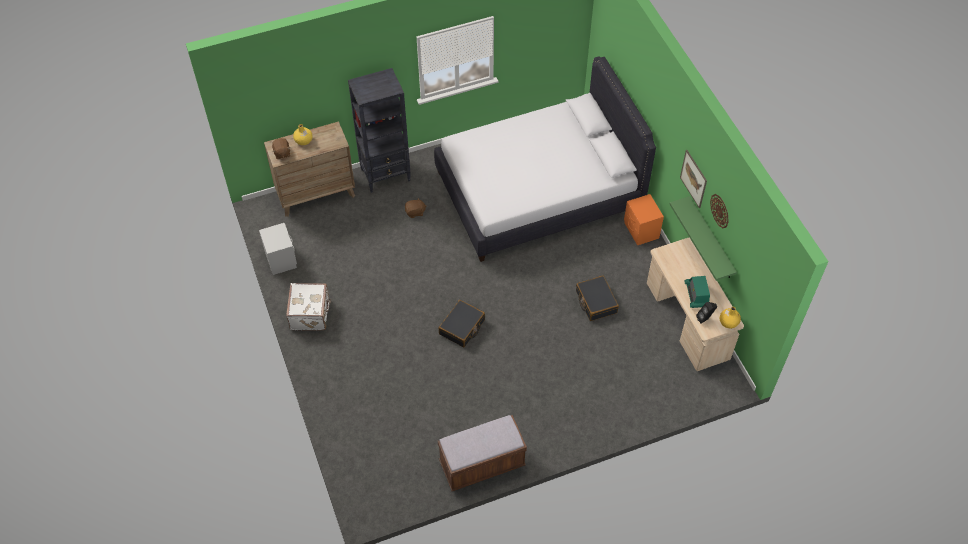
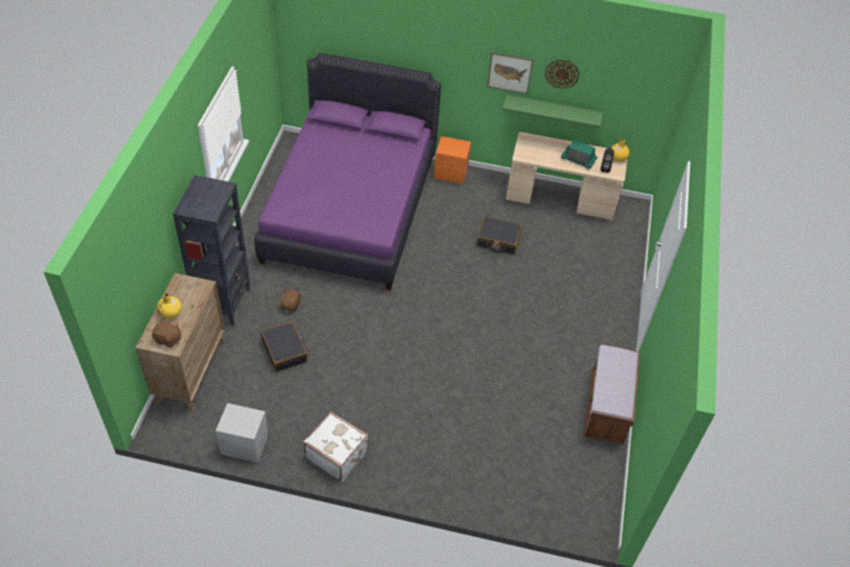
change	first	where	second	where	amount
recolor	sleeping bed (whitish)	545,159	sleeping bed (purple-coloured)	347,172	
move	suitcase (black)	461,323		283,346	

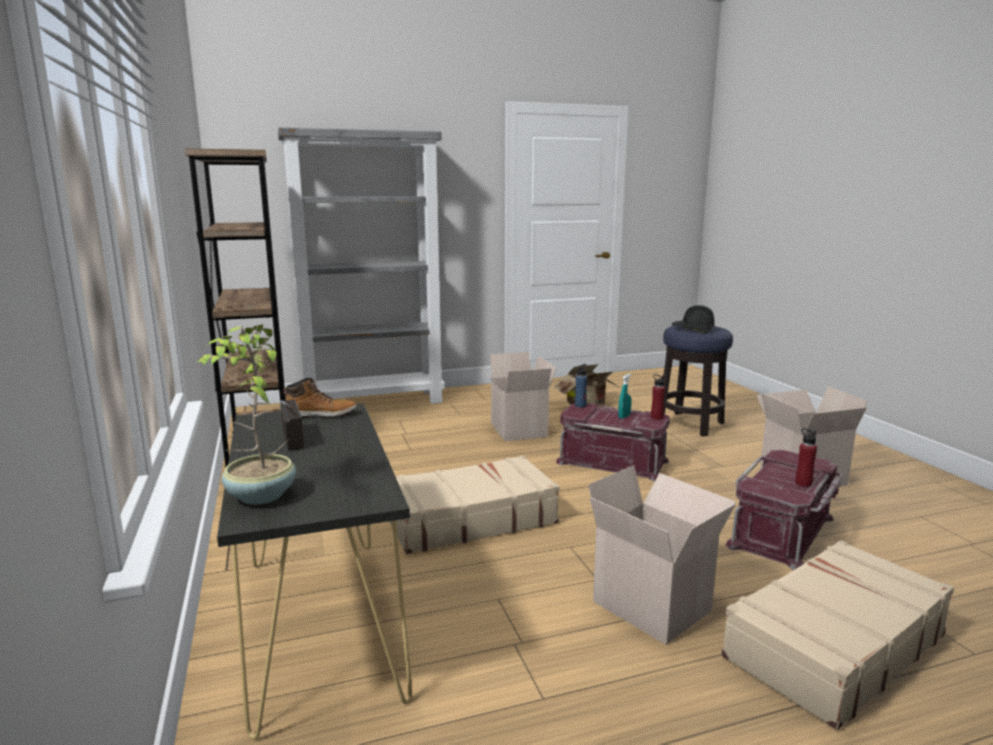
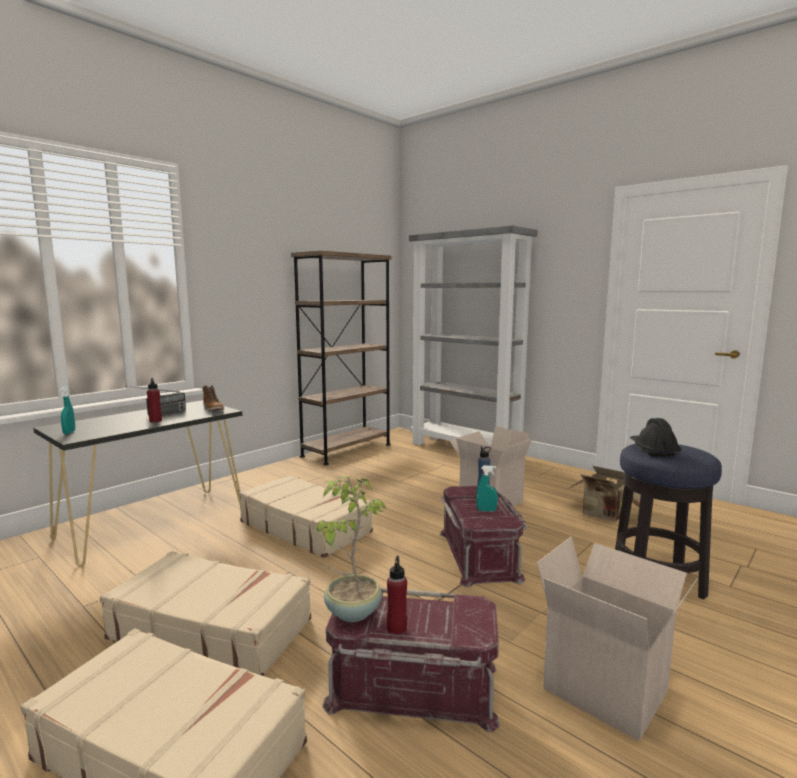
change	first	where	second	where	amount
move	plant in a pot	246,414		352,549	
move	bottle (red)	658,397		154,400	
replace	packing box	662,555	suitcase (beige-coloured)	205,613	
insert			sprayer (turquoise)	67,410	

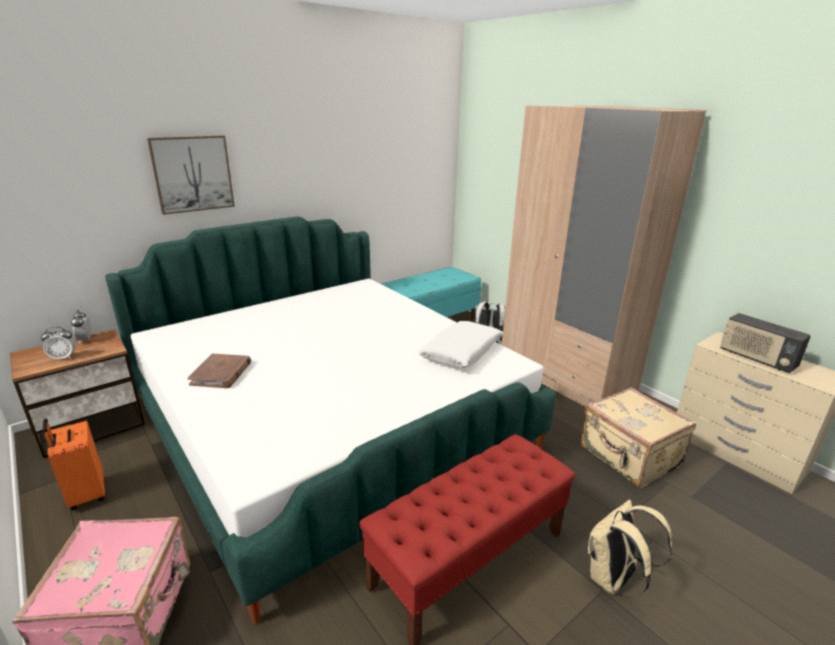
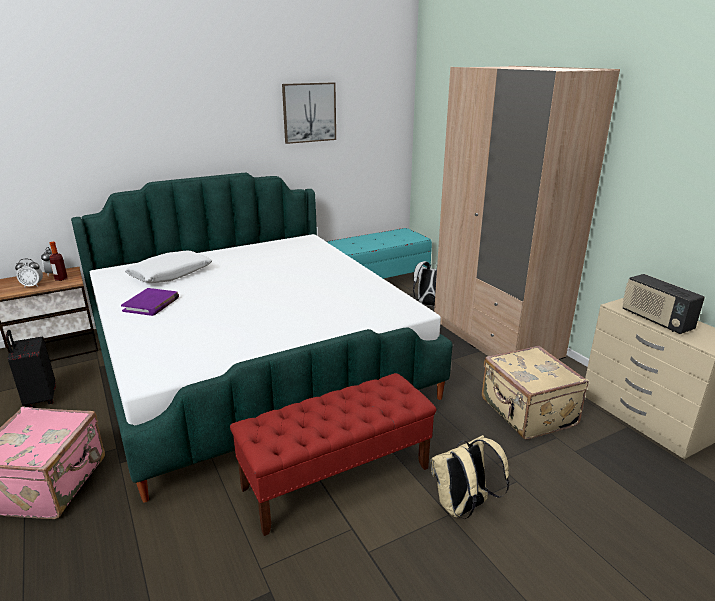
change	first	where	second	where	amount
move	wall picture	191,175		309,113	
move	throw pillow (whitish)	461,344		168,267	
recolor	book (brown-coloured)	219,370	book (purple-coloured)	150,302	
recolor	suitcase (orange-coloured)	74,464	suitcase (black)	30,369	
insert			bottle	58,261	

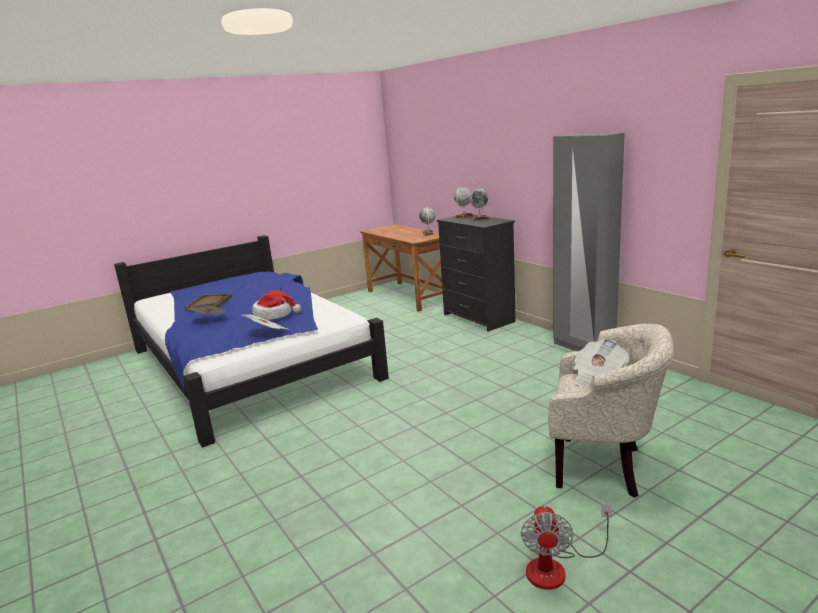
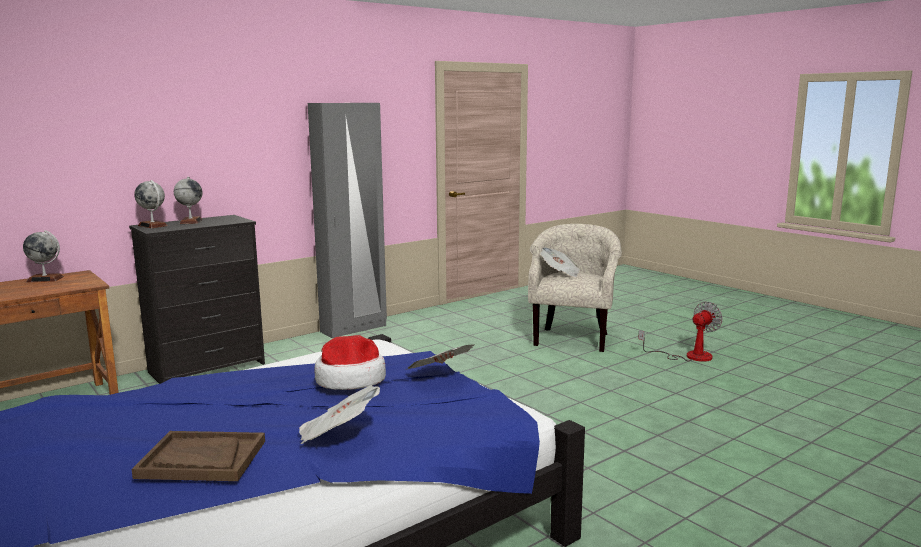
change	first	where	second	where	amount
rotate	electric fan	566,547		680,332	45 degrees counterclockwise

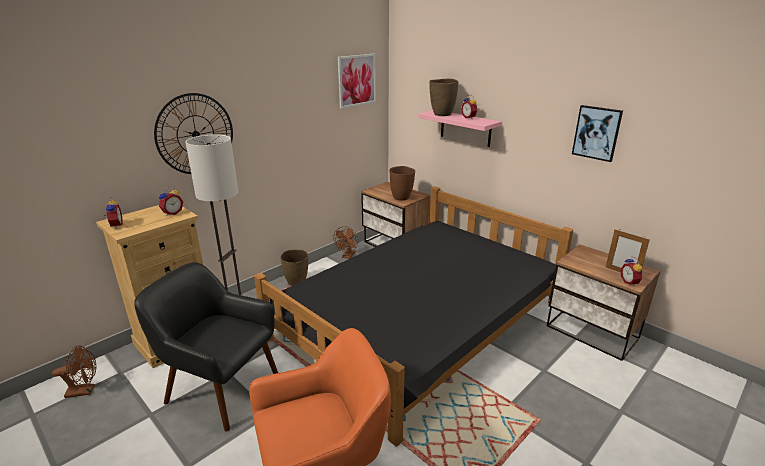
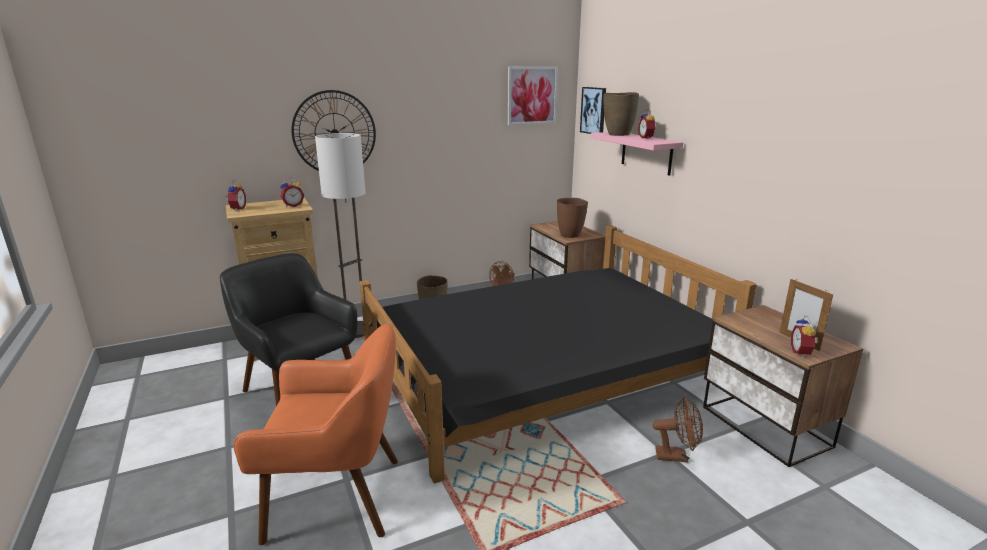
change	first	where	second	where	amount
move	wall picture	597,133		593,110	
move	electric fan (brown-coloured)	74,372		678,430	

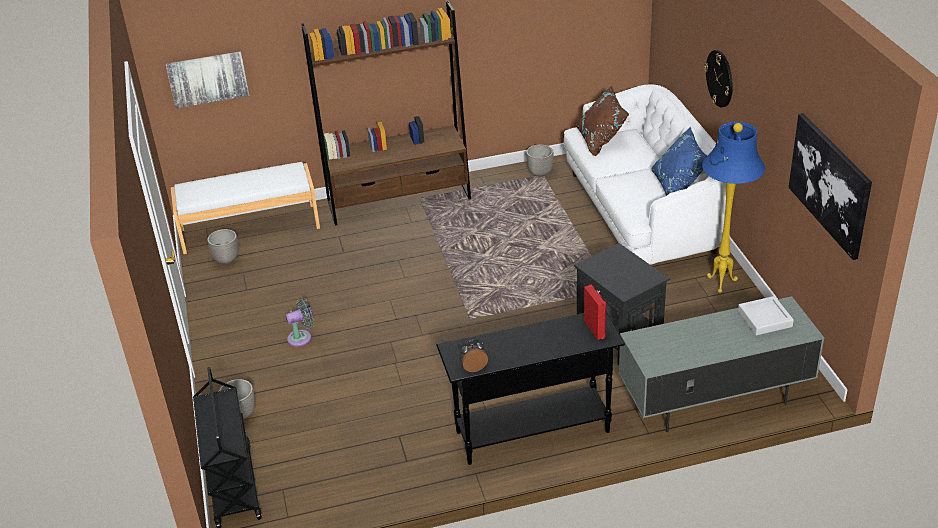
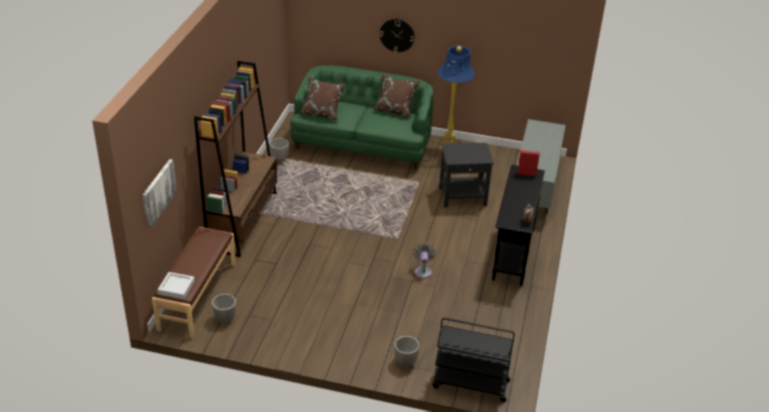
change	first	where	second	where	amount
recolor	sofa (whitish)	645,174	sofa (greenish)	362,117	
delete	wall picture	830,186			
recolor	throw pillow (blue-coloured)	679,161	throw pillow (brown-coloured)	396,95	
recolor	long seat (whitish)	245,208	long seat (brown-coloured)	194,282	
move	serving tray (grey)	766,315		176,285	
move	electric fan (grey)	300,322		424,260	

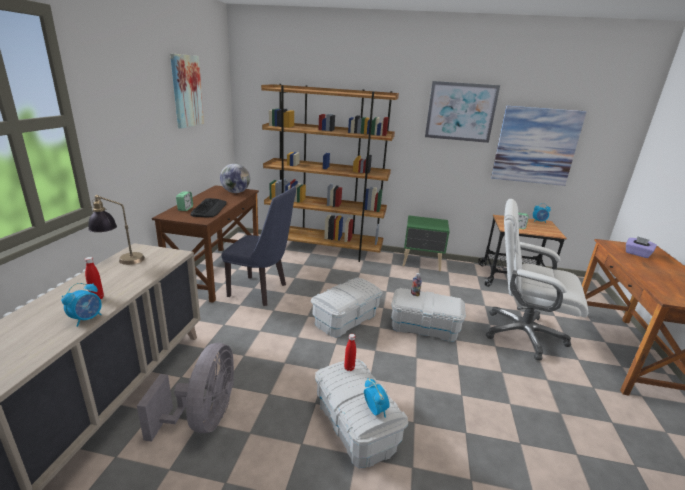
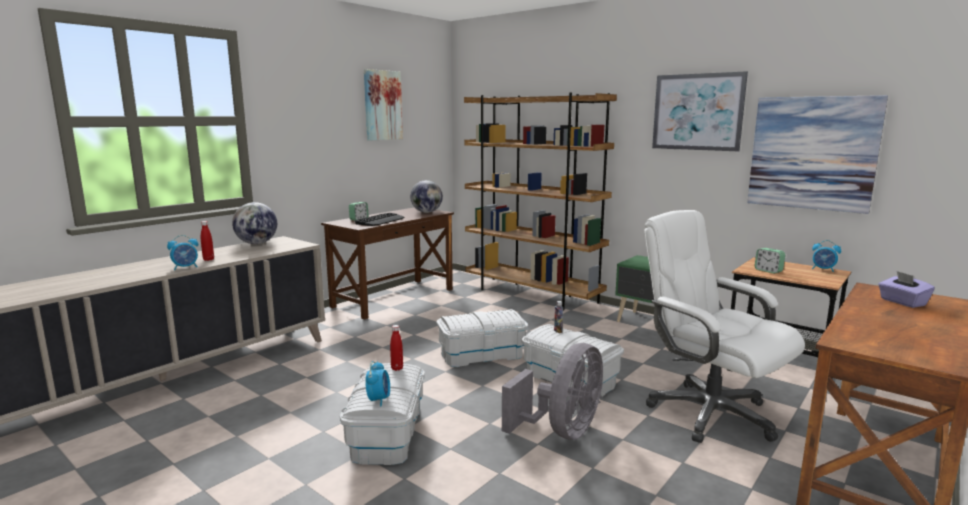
change	first	where	second	where	amount
delete	upright chair (blue-coloured)	259,246			
replace	lamp for a table	116,230	world globe	254,223	
move	electric fan (grey)	185,392		552,391	

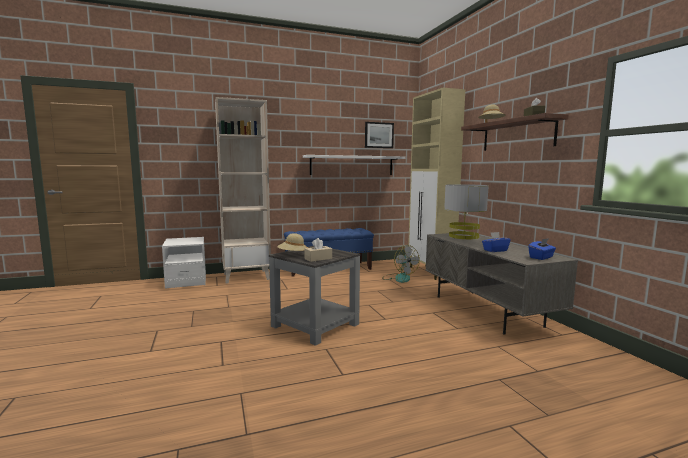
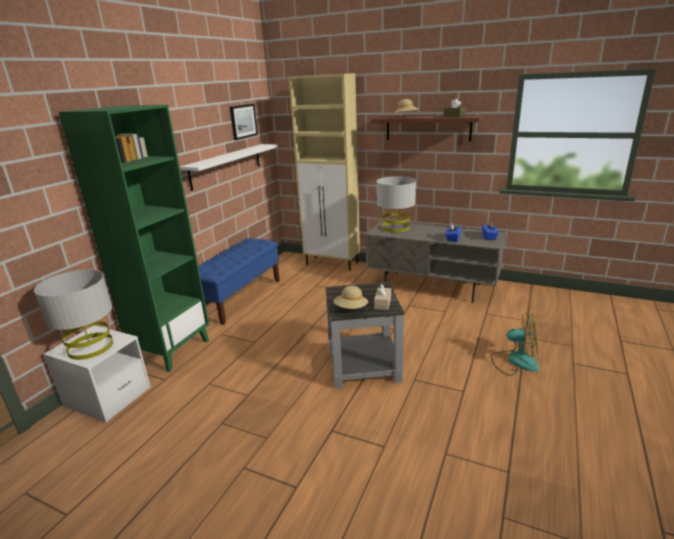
change	first	where	second	where	amount
recolor	bookcase (beige-coloured)	243,190	bookcase (greenish)	134,238	
move	electric fan	401,264		515,344	
insert			lamp for a table (grey)	73,315	

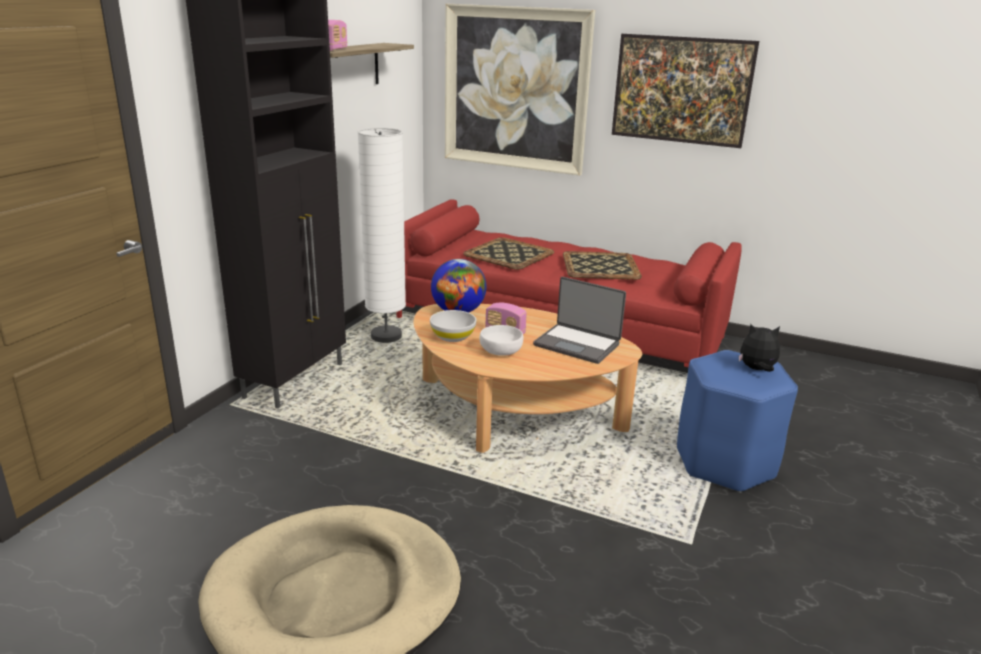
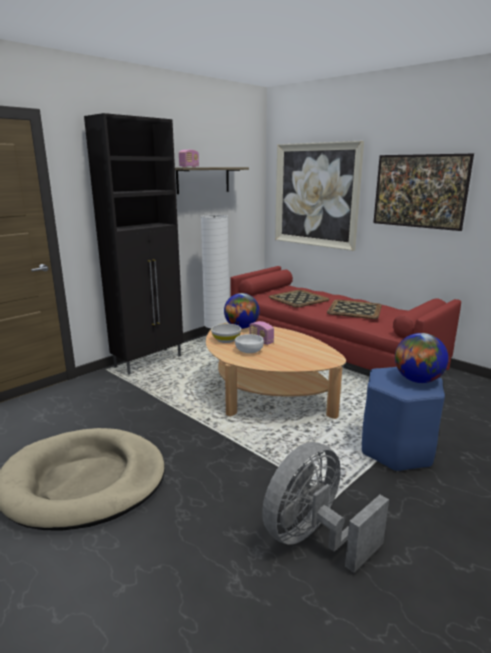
change	first	where	second	where	amount
delete	portable computer	579,320			
replace	cuddly toy	759,347	world globe	422,358	
insert			electric fan (grey)	325,507	

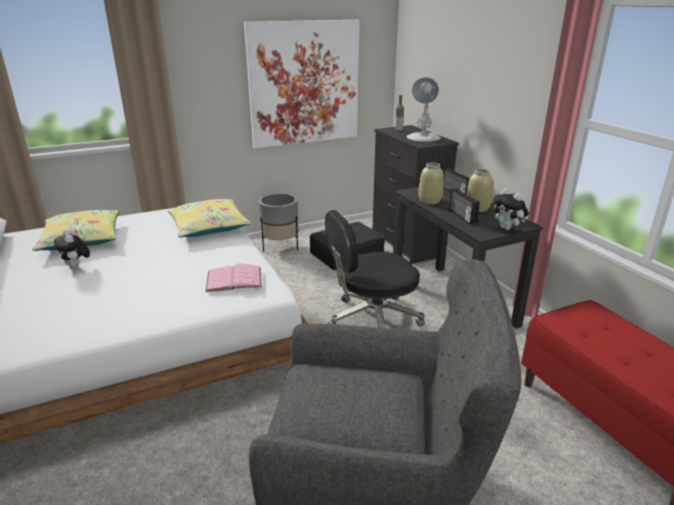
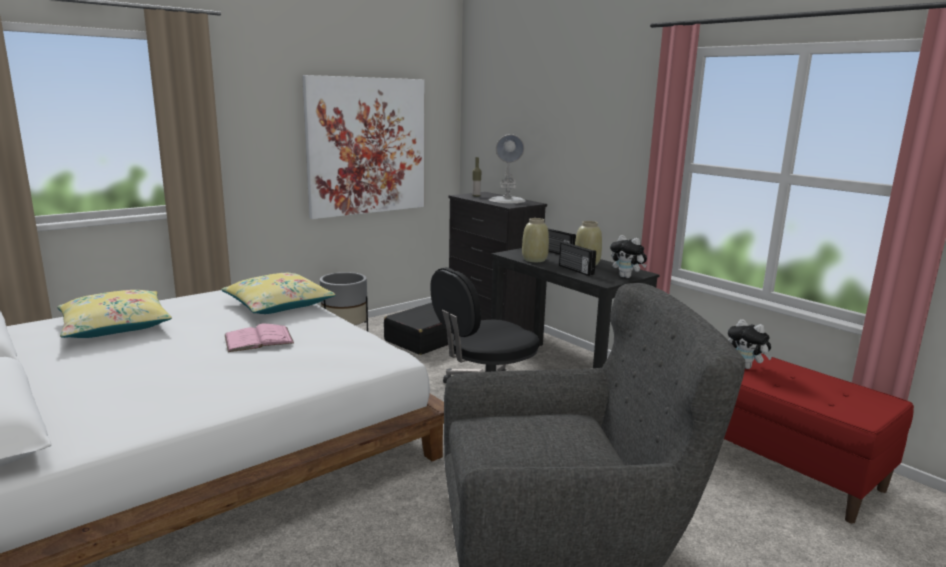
change	first	where	second	where	amount
move	cuddly toy	72,249		750,344	
move	book (pinkish)	234,277		259,338	

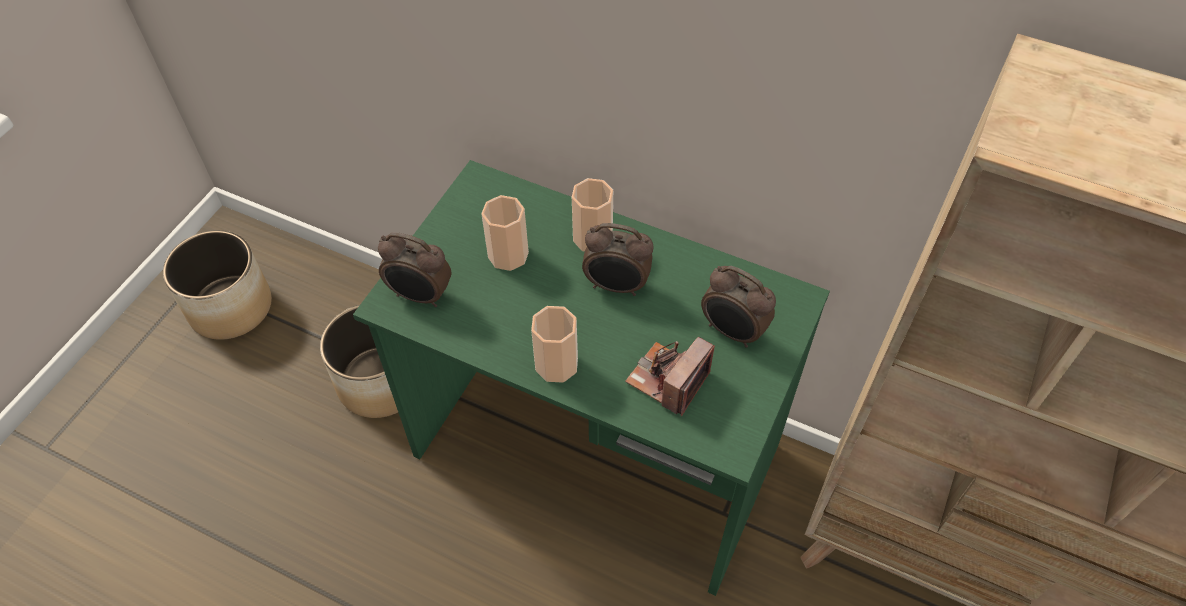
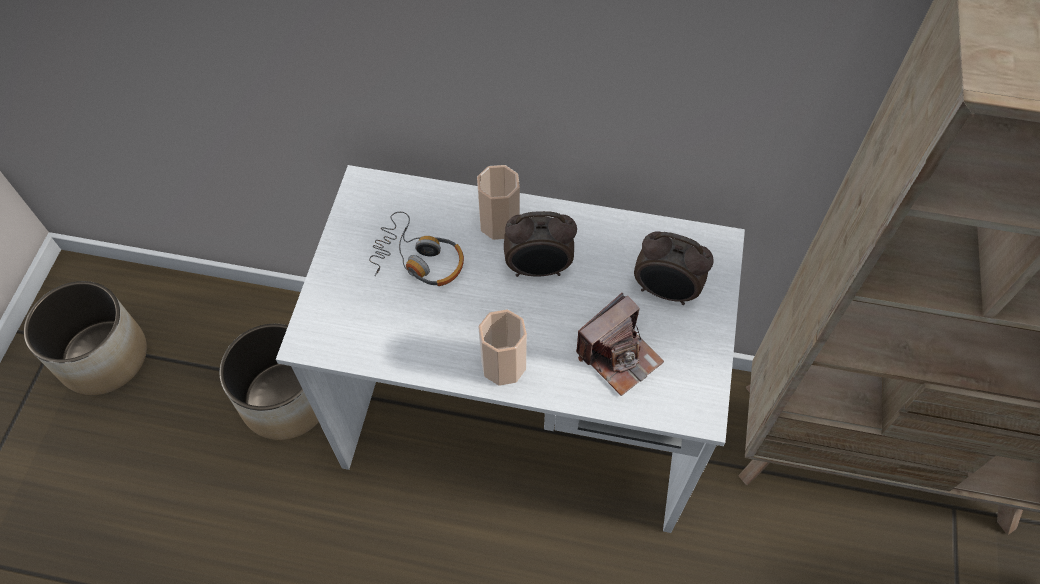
change	first	where	second	where	amount
recolor	desk (greenish)	591,378	desk (whitish)	510,349	
replace	small cup	505,233	headphones	416,249	
delete	bedside clock	414,269			
rotate	still camera	670,377		620,344	150 degrees counterclockwise

